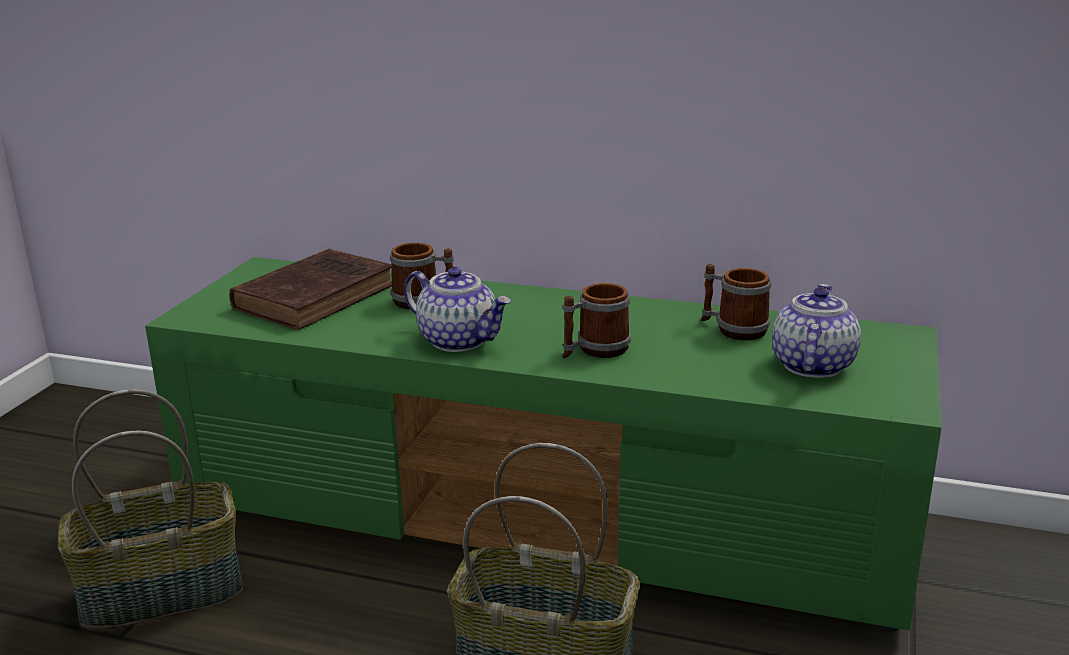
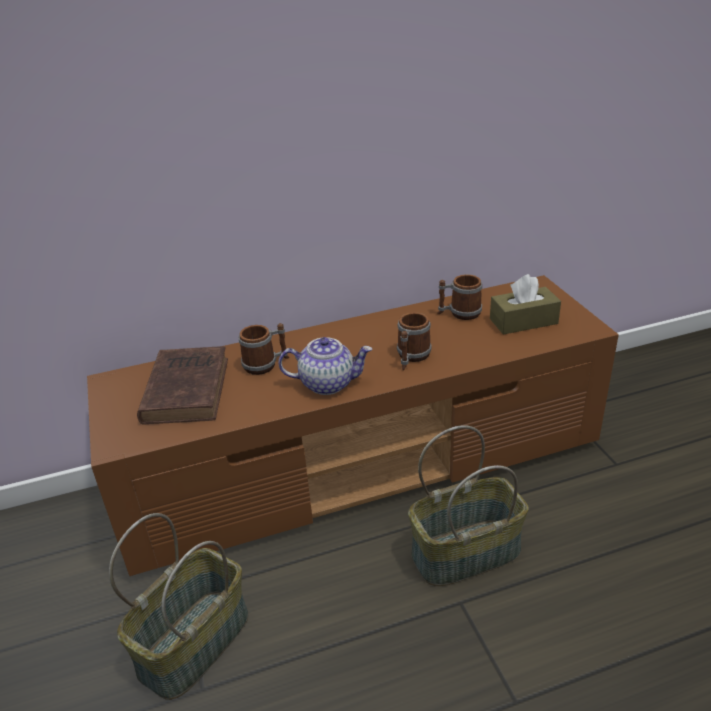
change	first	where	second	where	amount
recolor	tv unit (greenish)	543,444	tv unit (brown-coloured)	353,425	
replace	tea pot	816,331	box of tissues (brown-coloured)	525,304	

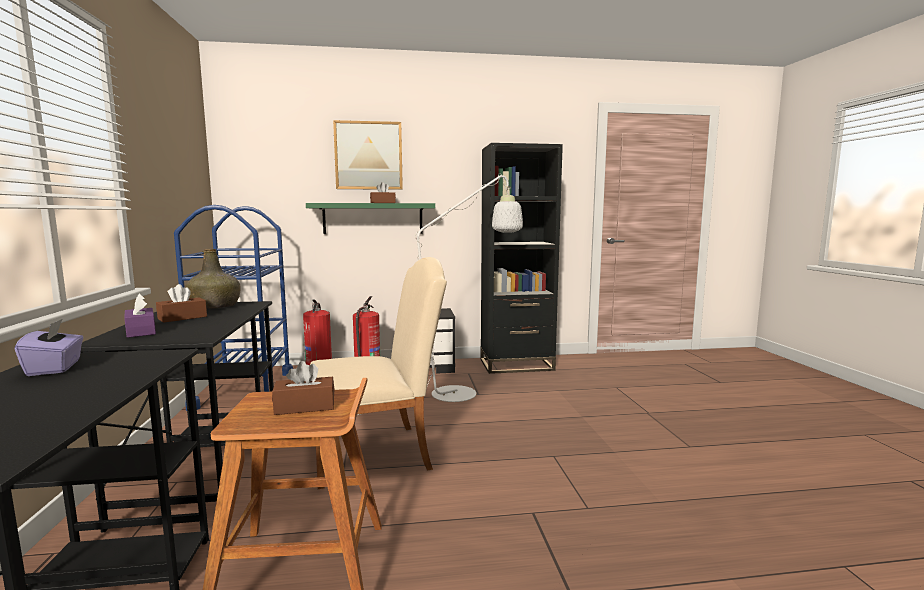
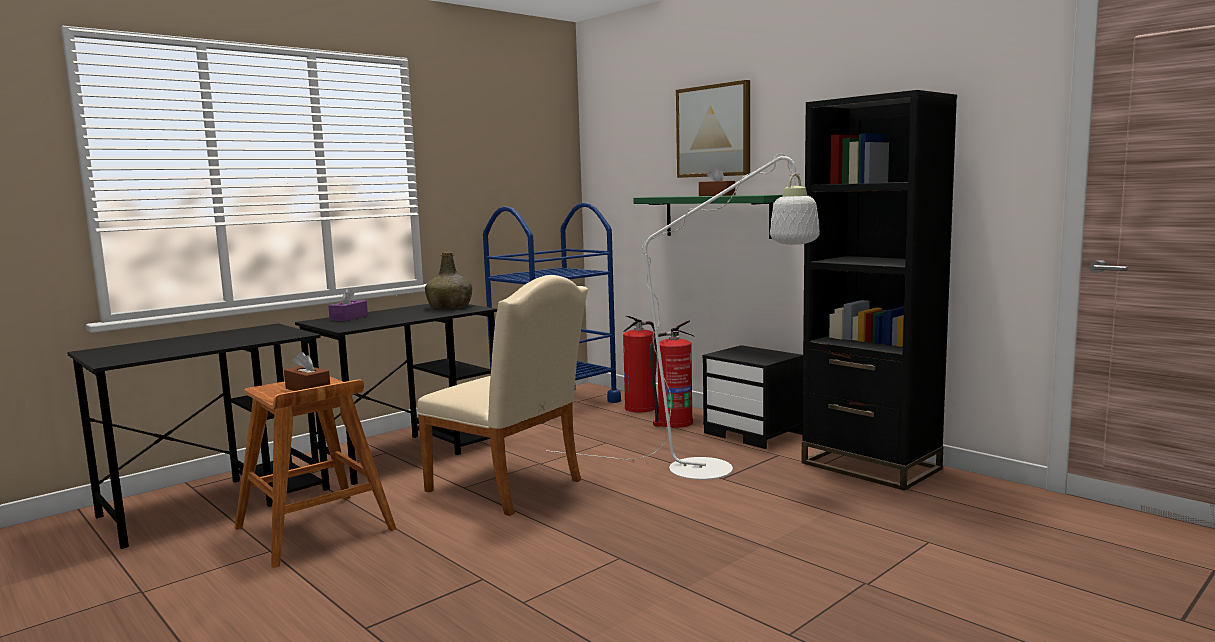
change	first	where	second	where	amount
delete	box of tissues (brown-coloured)	181,303			
delete	box of tissues (purple-coloured)	49,347			

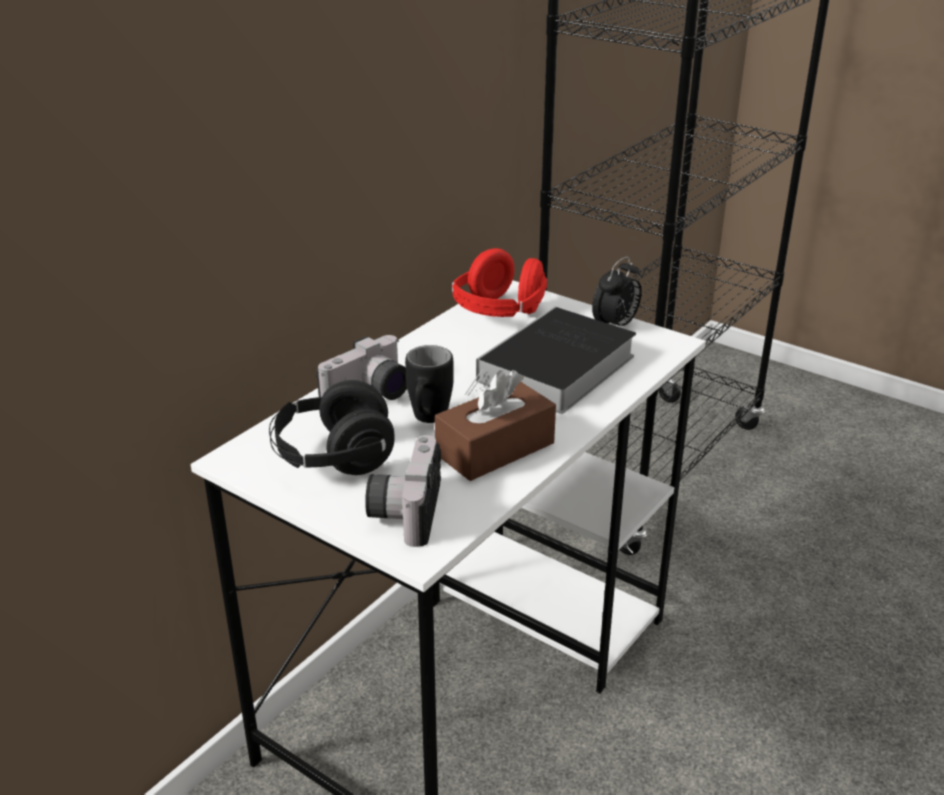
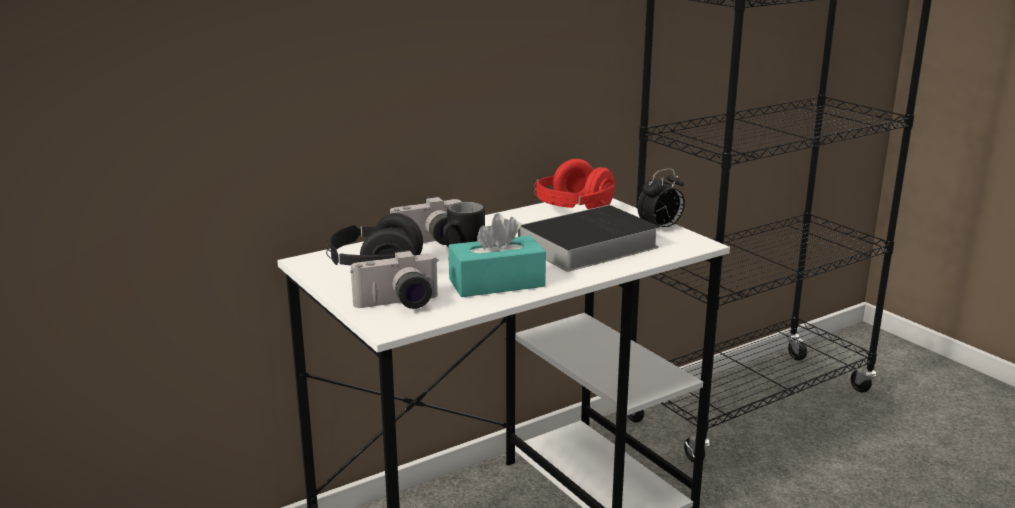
change	first	where	second	where	amount
recolor	box of tissues (brown-coloured)	495,425	box of tissues (turquoise)	497,255	
rotate	still camera	403,491		394,279	135 degrees counterclockwise

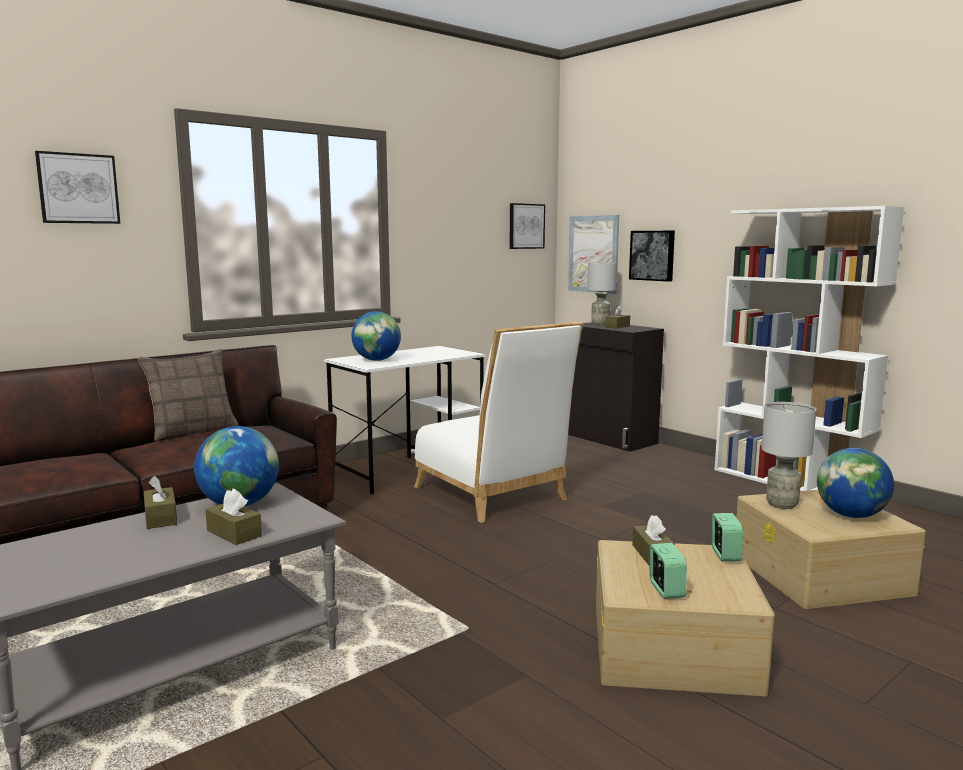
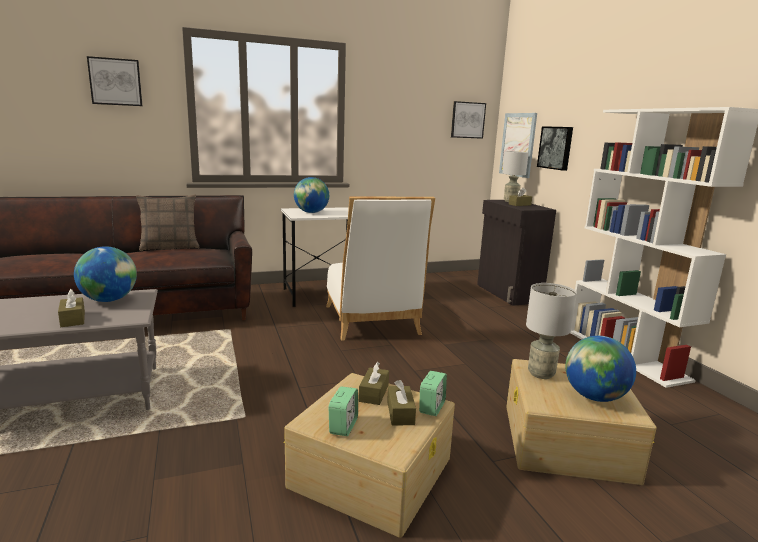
change	first	where	second	where	amount
move	box of tissues (brown-coloured)	160,502		401,403	

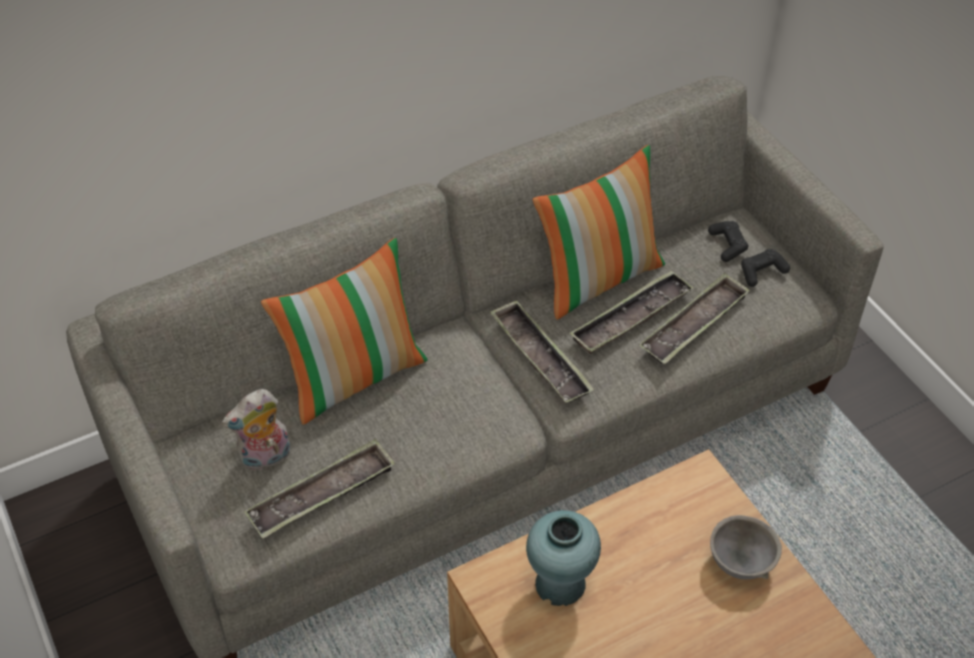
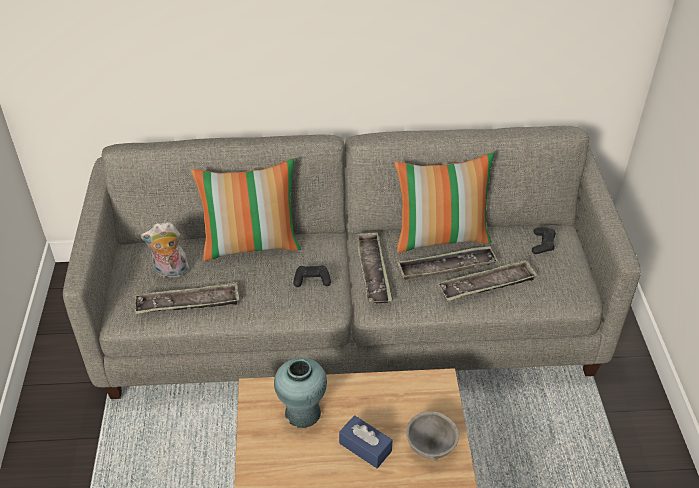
change	first	where	second	where	amount
move	joypad (black)	765,268		312,276	
insert			box of tissues (blue-coloured)	366,441	

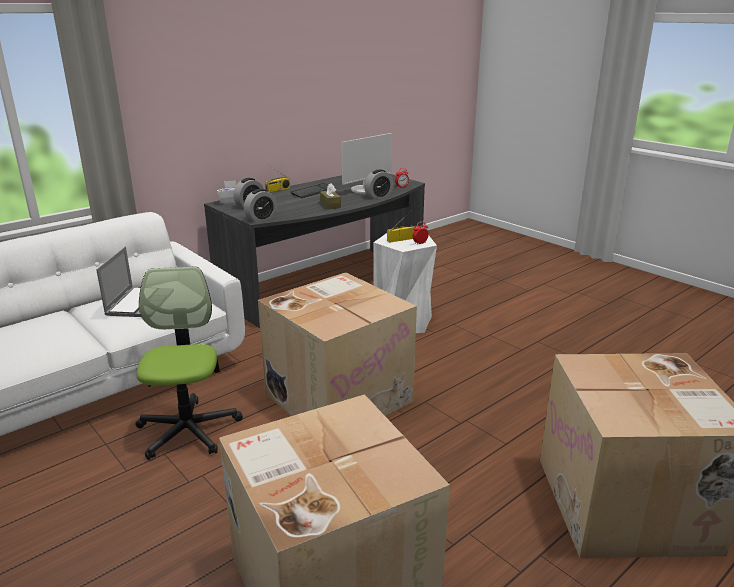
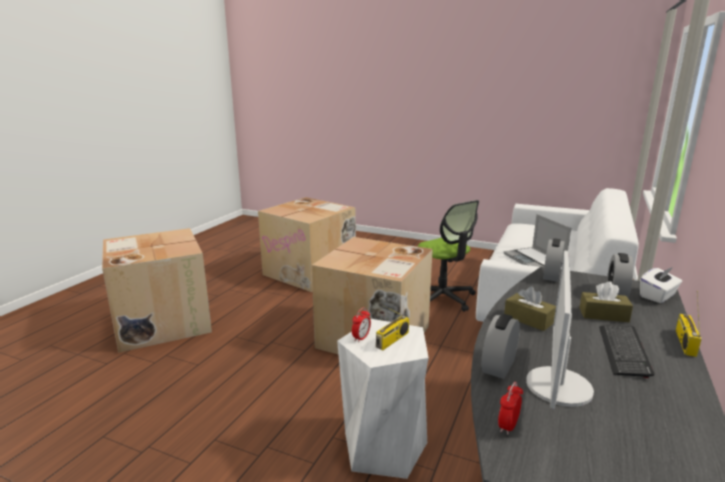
change	first	where	second	where	amount
insert			box of tissues (brown-coloured)	606,301	

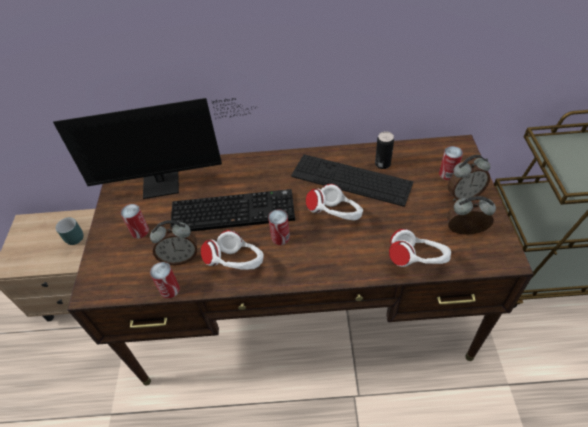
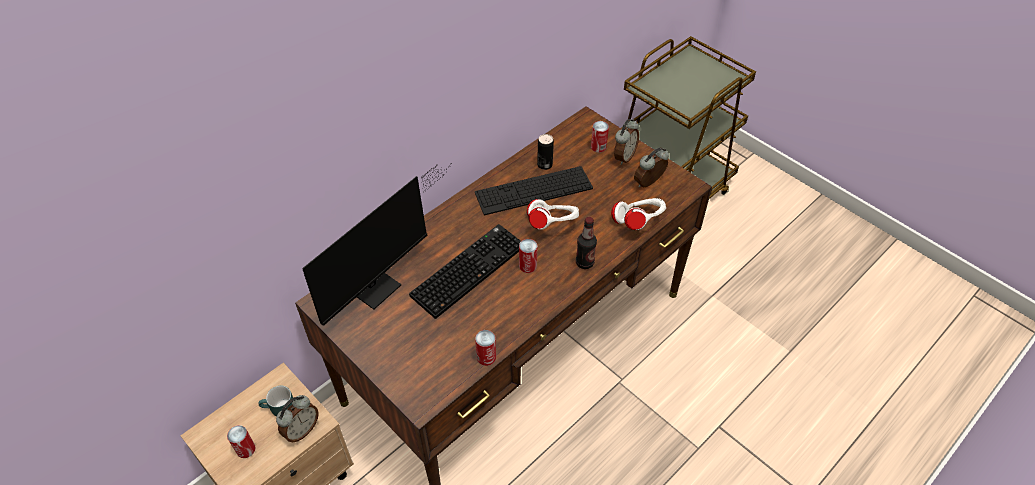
change	first	where	second	where	amount
move	sealed can	135,221		241,441	
move	bedside clock	173,242		297,418	
delete	headphones (whitish)	232,250			
insert			bottle	586,243	

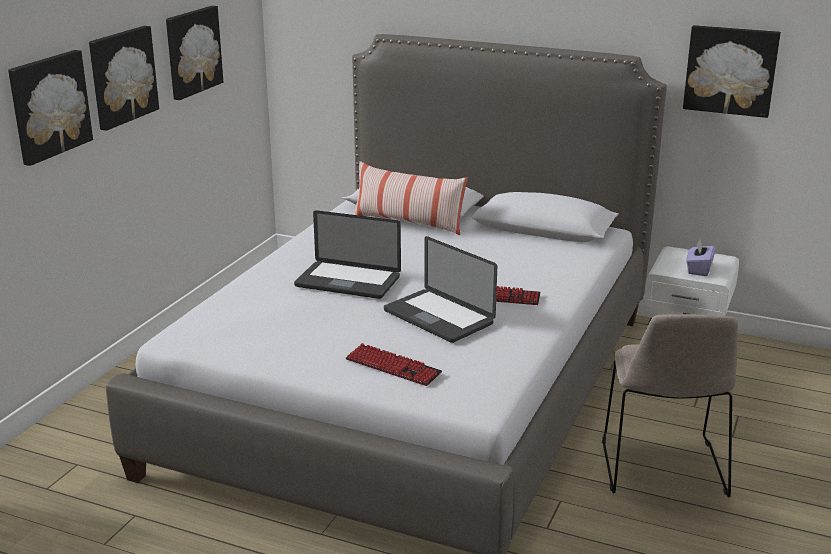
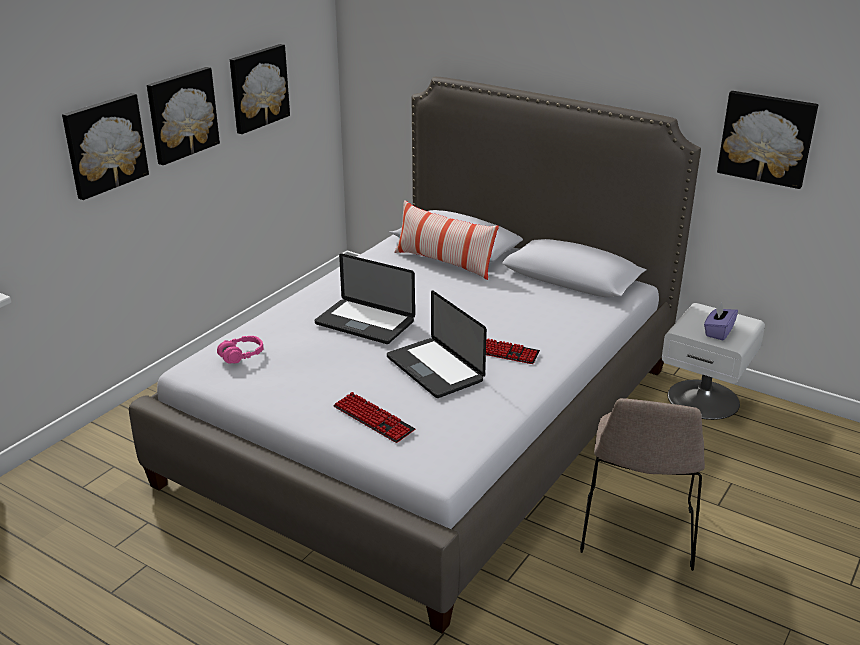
change	first	where	second	where	amount
insert			headphones (pinkish)	240,349	

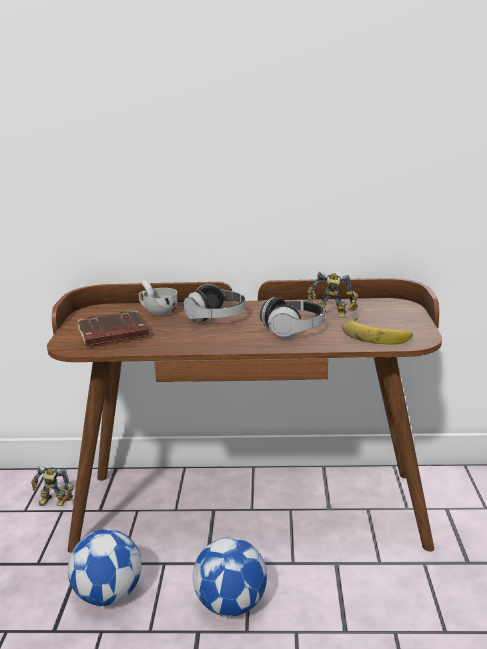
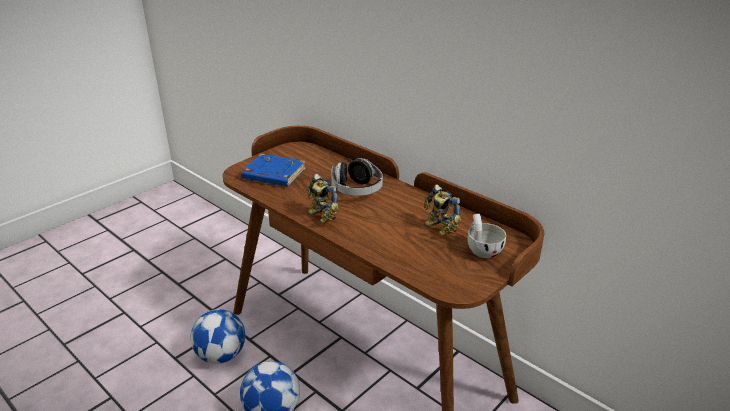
change	first	where	second	where	amount
move	small cup (whitish)	158,297		486,236	
delete	headphones	292,317			
recolor	book (brown-coloured)	113,328	book (blue-coloured)	273,170	
delete	banana	377,330			
move	robot figure	52,485		323,198	

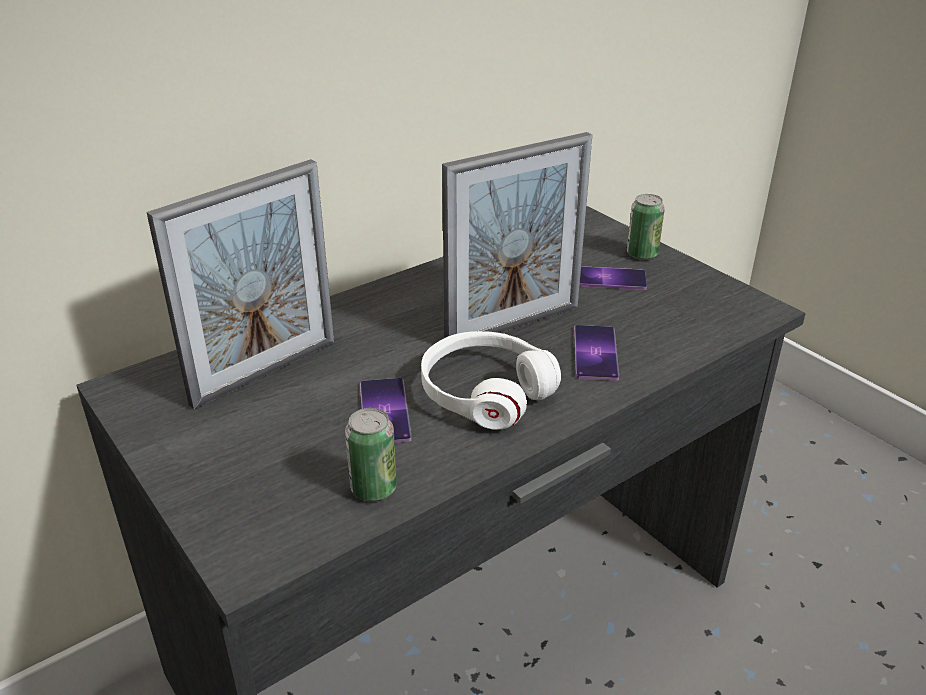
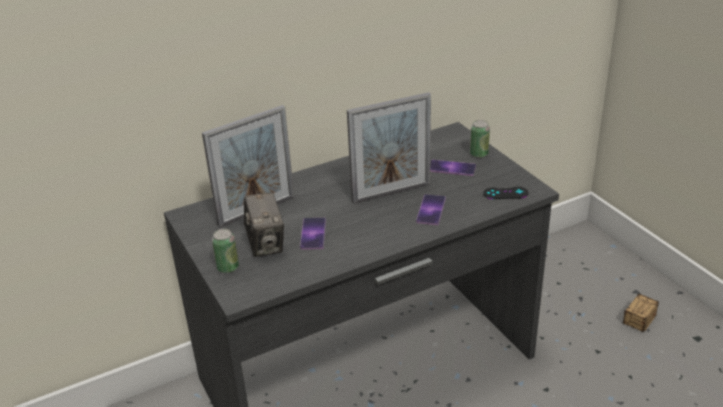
change	first	where	second	where	amount
delete	headphones (whitish)	491,380			
move	sealed can	371,454		225,251	
insert			joypad (black)	505,193	
insert			still camera	264,224	
insert			storage container	641,313	

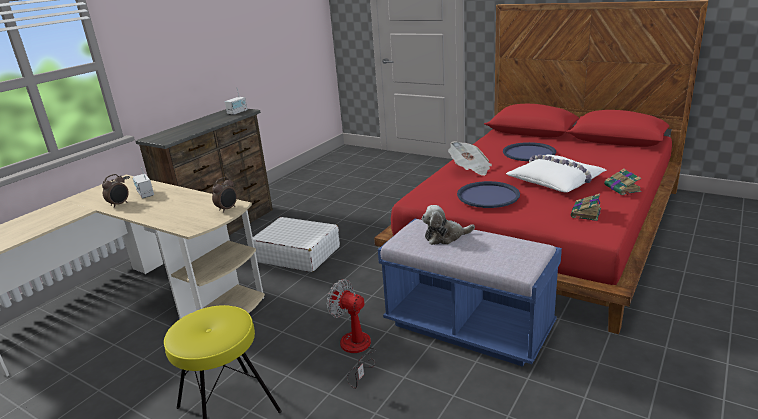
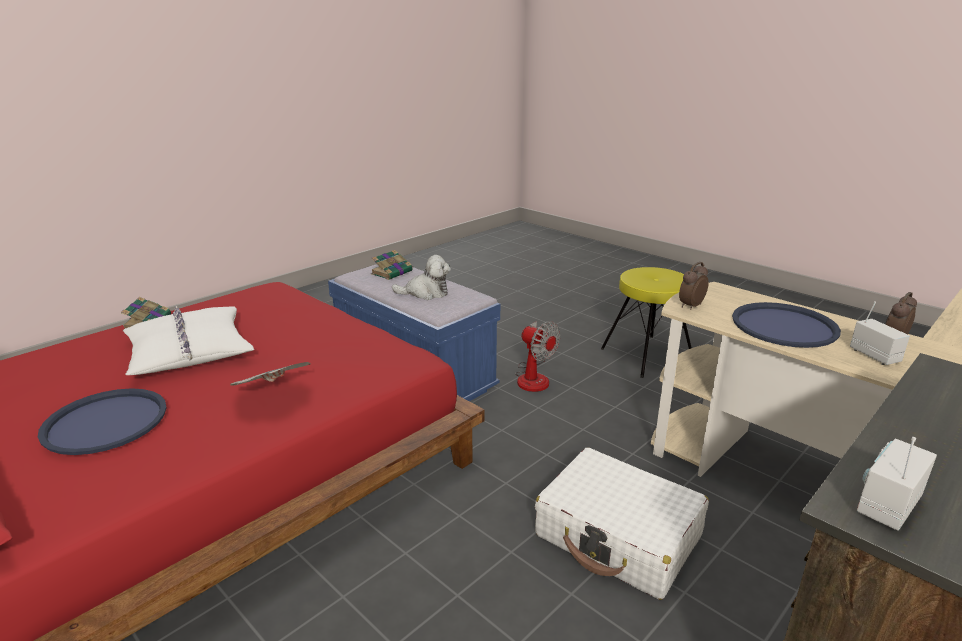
change	first	where	second	where	amount
move	serving tray (blue-coloured)	488,194		786,325	
move	book	586,207		392,265	

